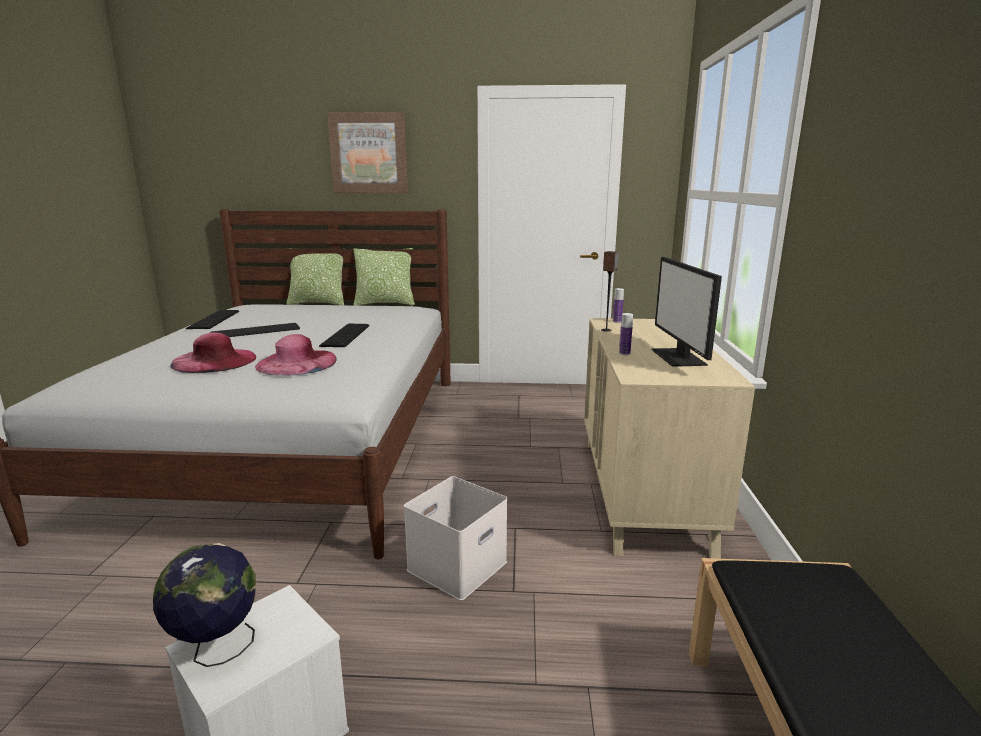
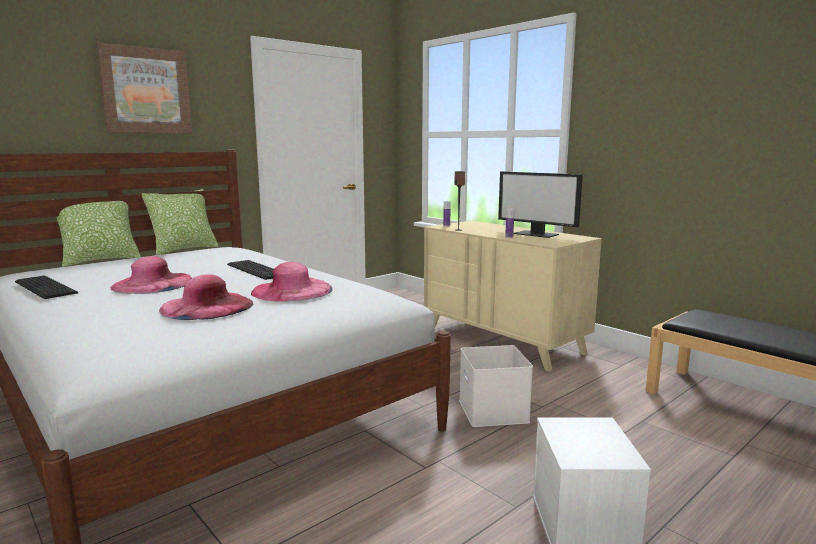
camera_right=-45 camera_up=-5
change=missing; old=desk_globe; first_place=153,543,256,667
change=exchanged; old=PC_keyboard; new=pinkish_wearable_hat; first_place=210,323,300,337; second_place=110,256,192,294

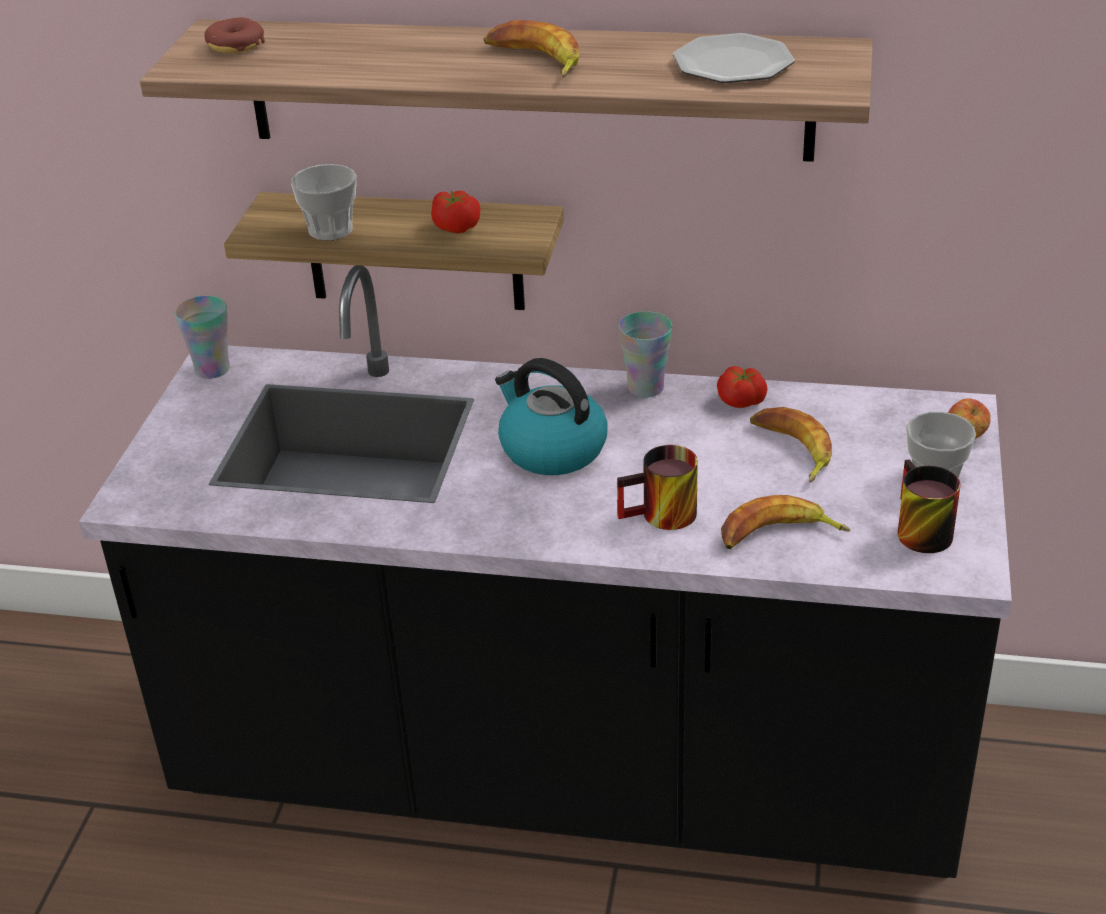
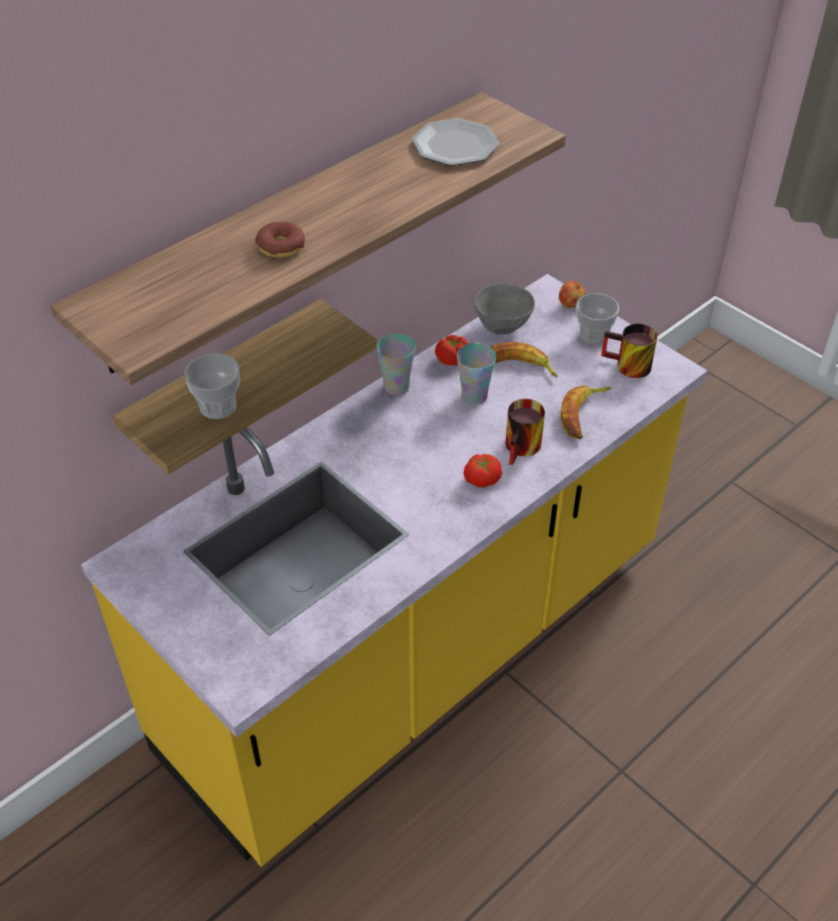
camera_right=-55 camera_up=10
change=colour; old=blackish_counter; new=yellowish_counter; first_place=79,265,1012,878; second_place=81,274,708,867
change=relocated; old=small_cup; first_place=174,296,230,379; second_place=457,343,496,405
change=relocated; old=doughnut; first_place=204,17,265,54; second_place=255,221,305,258
change=relocated; old=whole_tomato; first_place=431,190,481,233; second_place=464,454,502,487
change=missing; old=banana_fruit; first_place=483,20,580,77
change=missing; old=tea_kettle; first_place=495,358,608,475
change=appeared; new=grey_bowl; second_place=474,284,535,335

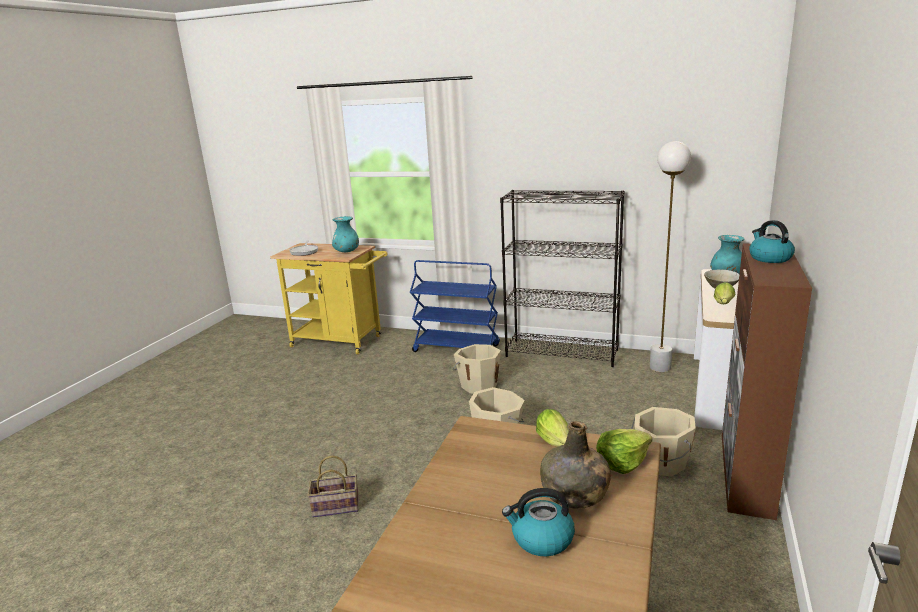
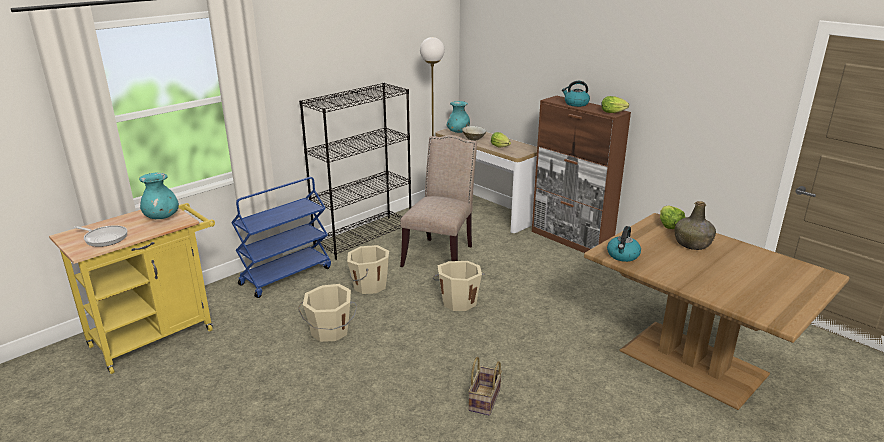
camera_right=-65 camera_up=5
change=relocated; old=tea_kettle; first_place=502,488,575,557; second_place=607,226,641,262
change=relocated; old=head_of_lettuce; first_place=536,409,569,447; second_place=601,96,629,113
change=relocated; old=beige_pail; first_place=631,407,696,476; second_place=298,284,357,342
change=appeared; new=beige_plain_chair; second_place=400,135,477,267

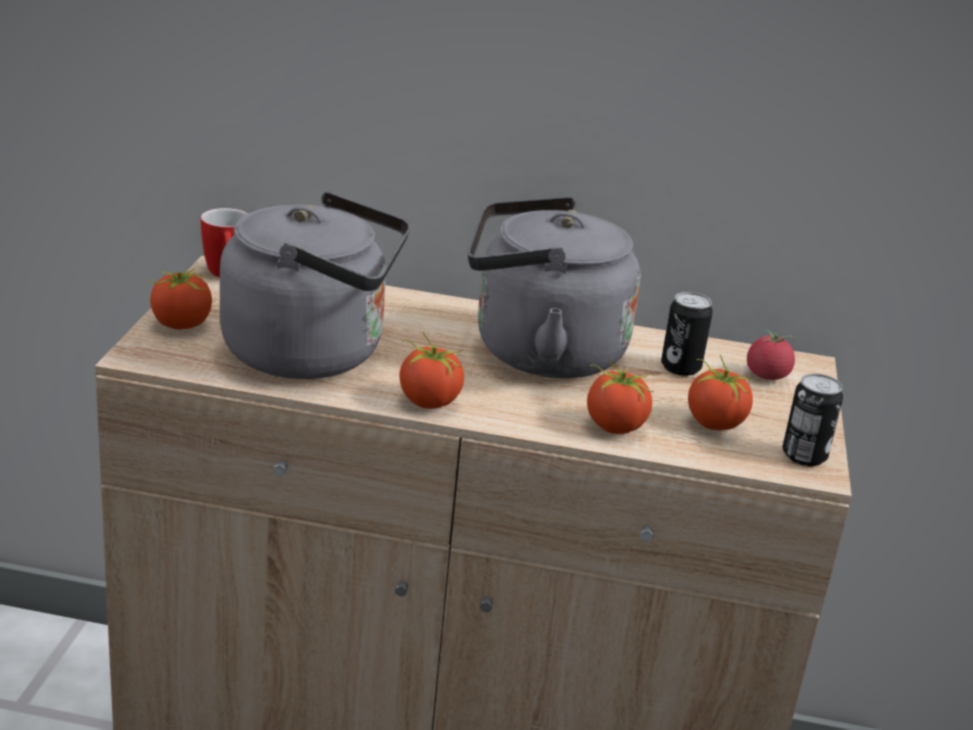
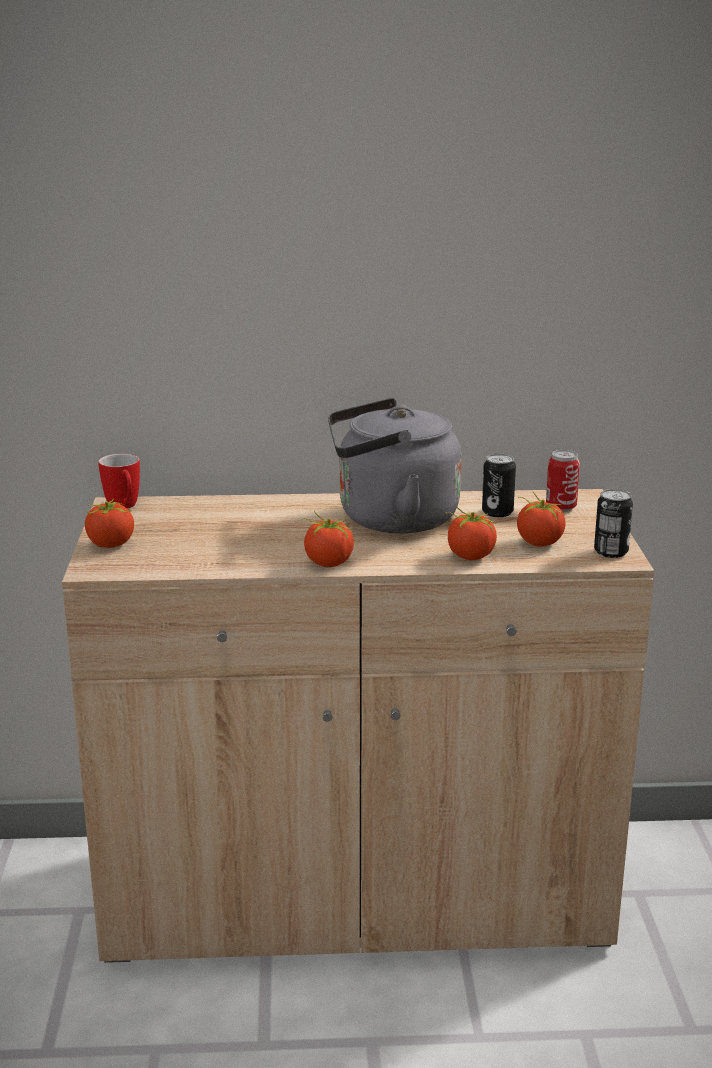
camera_right=-10 camera_up=-5
change=missing; old=grey_tea_kettle; first_place=220,192,410,379
change=exchanged; old=whole_tomato; new=sealed_can; first_place=747,330,795,380; second_place=546,450,580,512

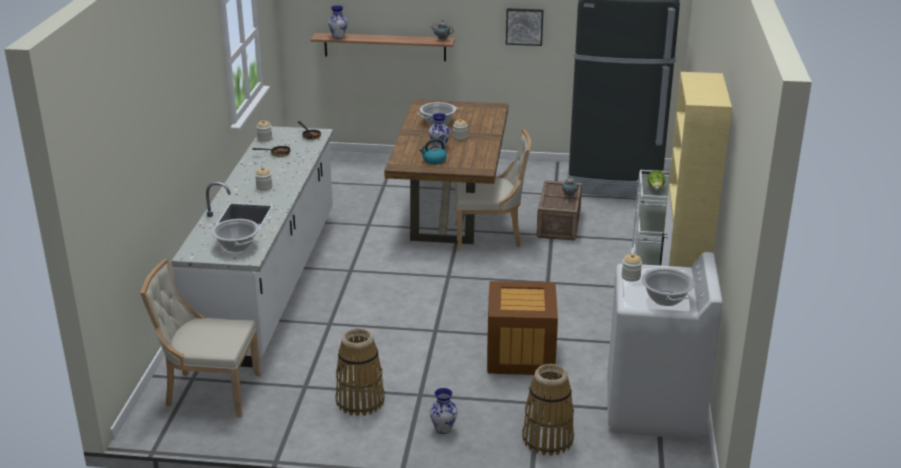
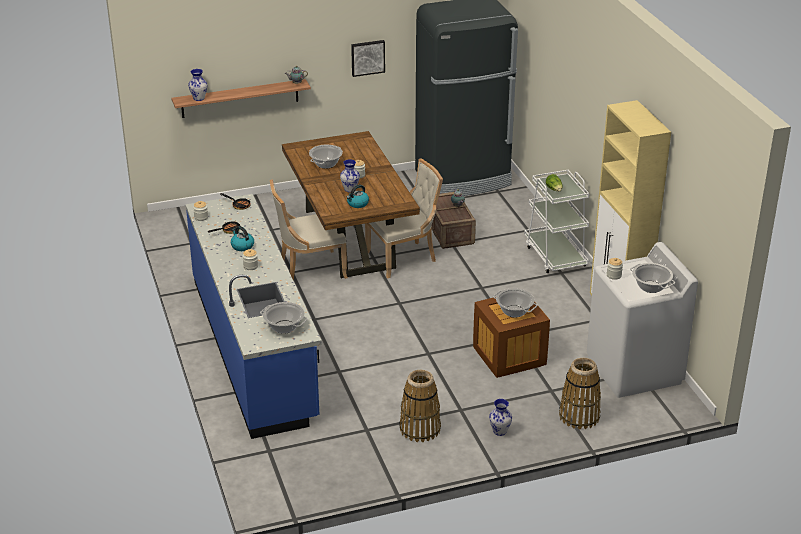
camera_right=-25 camera_up=5
change=relocated; old=beige_plain_chair; first_place=140,259,262,418; second_place=270,179,348,281
change=colour; old=white_counter; new=bluish_counter; first_place=171,126,334,367; second_place=186,194,322,439
change=appeared; new=tea_kettle; second_place=231,226,254,251
change=appeared; new=cooking_pot; second_place=493,288,537,318

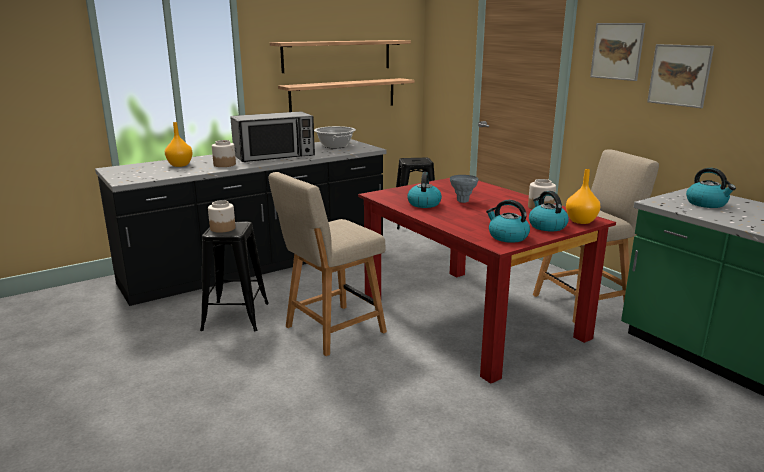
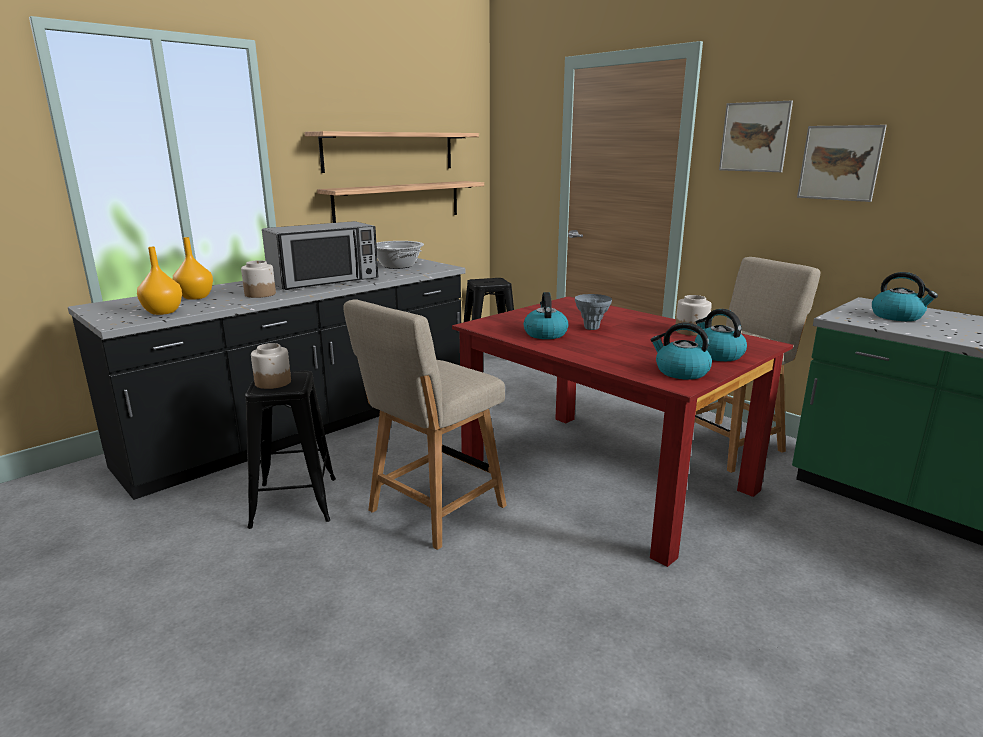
camera_right=-10 camera_up=0
change=relocated; old=orange-coloured_vase; first_place=566,169,600,224; second_place=137,247,182,315

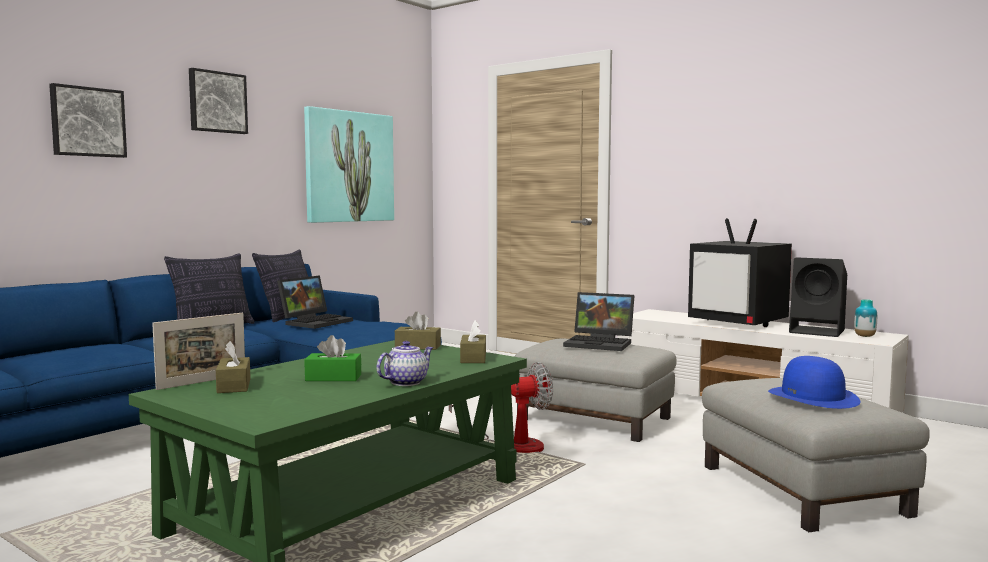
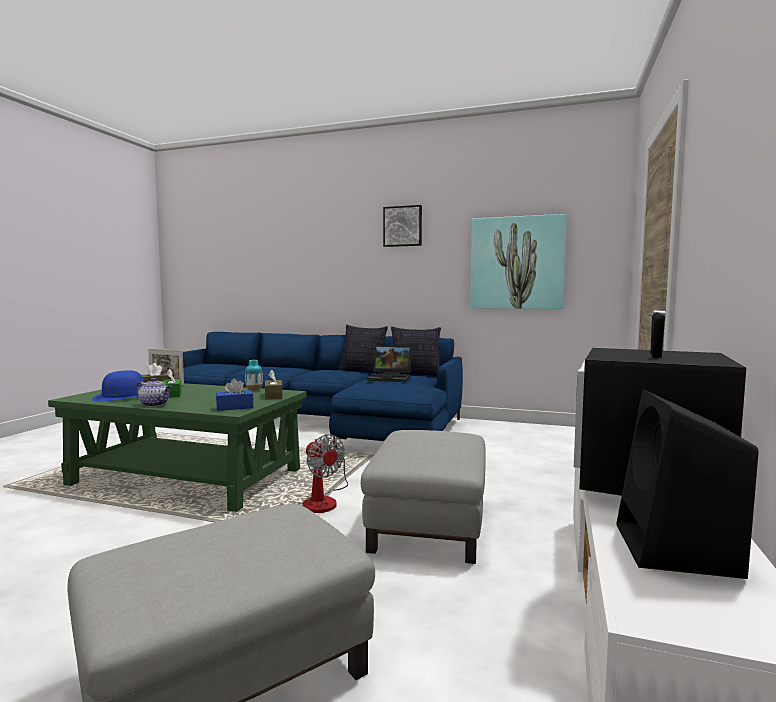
camera_right=70 camera_up=0
change=missing; old=wall_picture; first_place=49,83,127,158
change=colour; old=brown_tissue_box; new=bluish_tissue_box; first_place=460,320,486,363; second_place=216,379,254,411
change=missing; old=notebook_computer; first_place=563,292,634,351
change=relocated; old=bluish_wearable_hat; first_place=768,356,860,409; second_place=92,370,144,402
change=relocated; old=vase; first_place=854,299,877,337; second_place=245,360,263,391

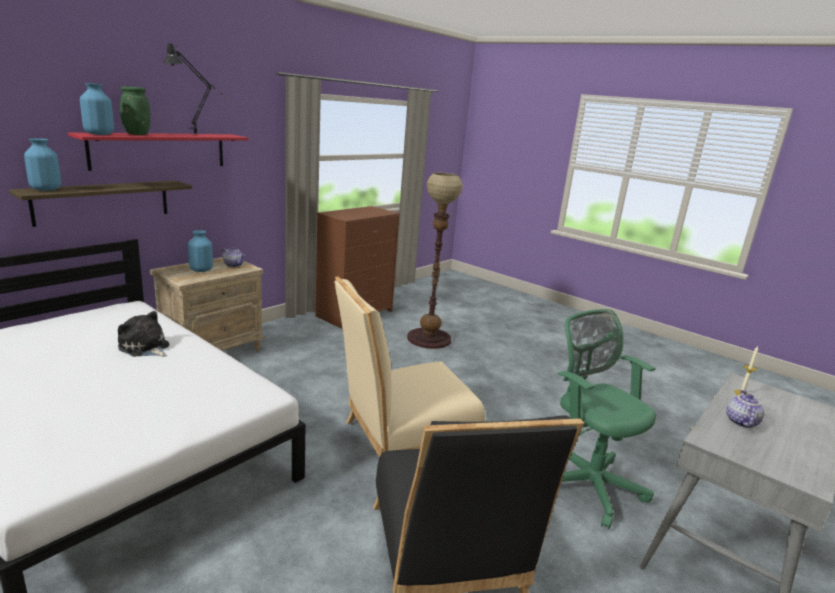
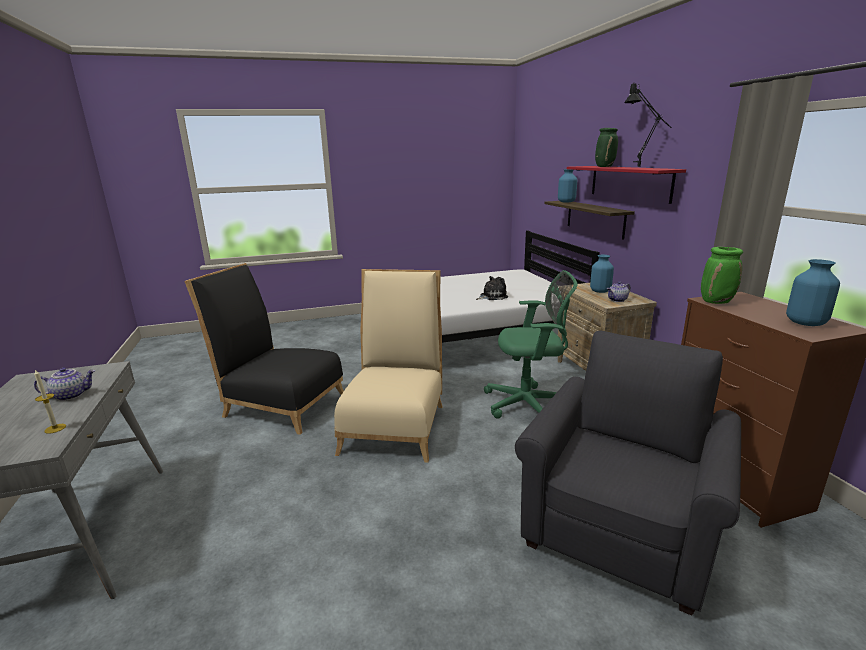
camera_right=125 camera_up=0
change=relocated; old=bluish_vase; first_place=80,83,114,135; second_place=786,259,840,326
change=exchanged; old=standard_lamp; new=grey_armchair; first_place=407,173,463,349; second_place=515,331,741,616
change=relocated; old=greenish_computer_chair; first_place=558,309,656,529; second_place=484,270,578,419
change=spun; old=teapot; first_place=726,390,764,428; second_place=34,367,95,401; degrees=-75
change=appeared; new=greenish_vase; second_place=701,247,743,304

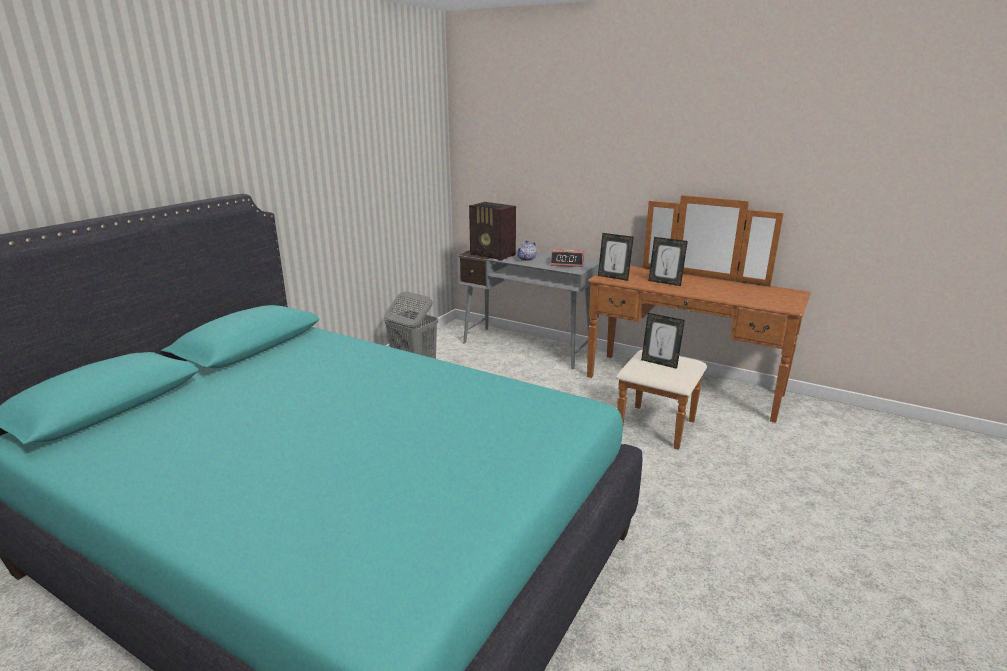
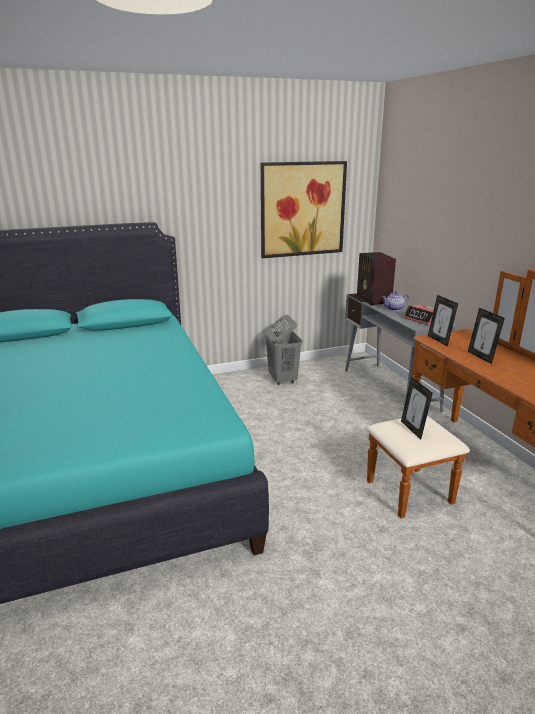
camera_right=40 camera_up=0
change=appeared; new=wall_picture; second_place=261,161,347,258

